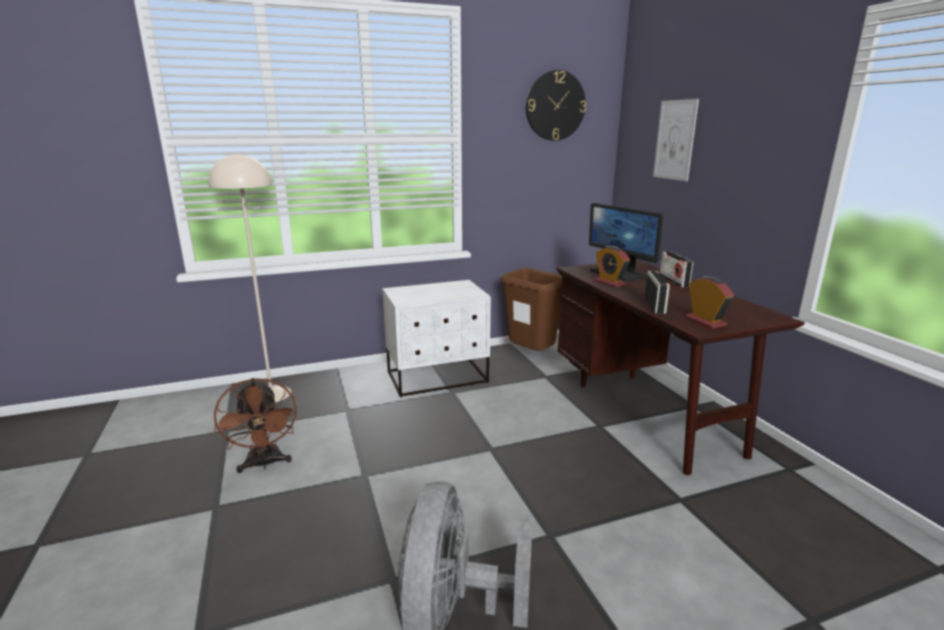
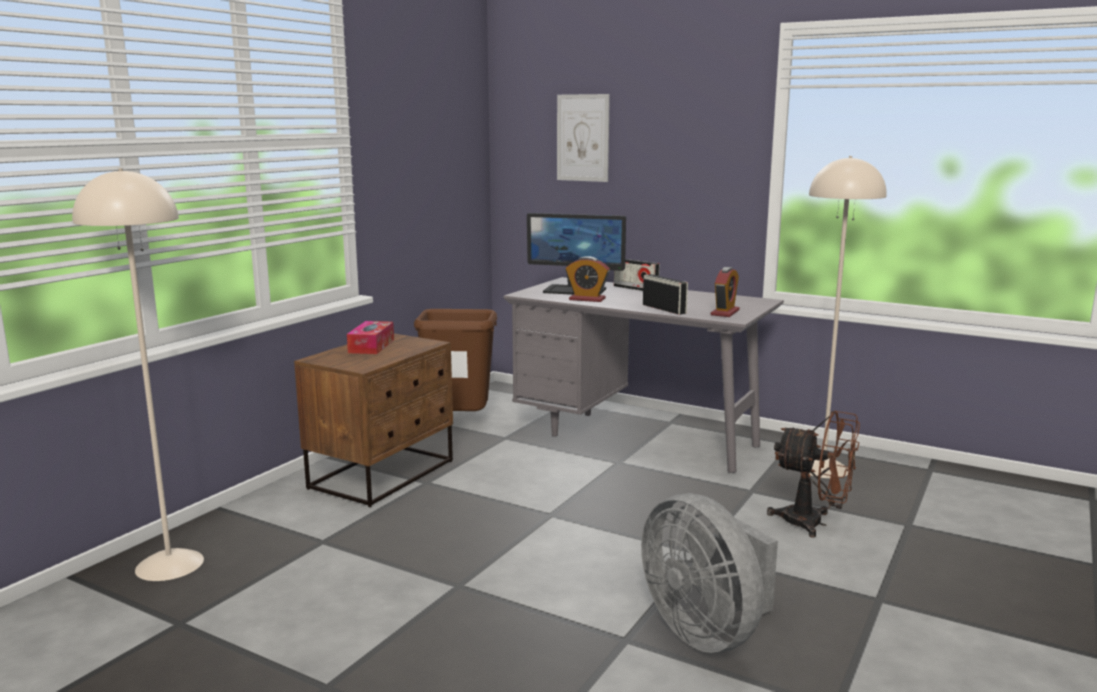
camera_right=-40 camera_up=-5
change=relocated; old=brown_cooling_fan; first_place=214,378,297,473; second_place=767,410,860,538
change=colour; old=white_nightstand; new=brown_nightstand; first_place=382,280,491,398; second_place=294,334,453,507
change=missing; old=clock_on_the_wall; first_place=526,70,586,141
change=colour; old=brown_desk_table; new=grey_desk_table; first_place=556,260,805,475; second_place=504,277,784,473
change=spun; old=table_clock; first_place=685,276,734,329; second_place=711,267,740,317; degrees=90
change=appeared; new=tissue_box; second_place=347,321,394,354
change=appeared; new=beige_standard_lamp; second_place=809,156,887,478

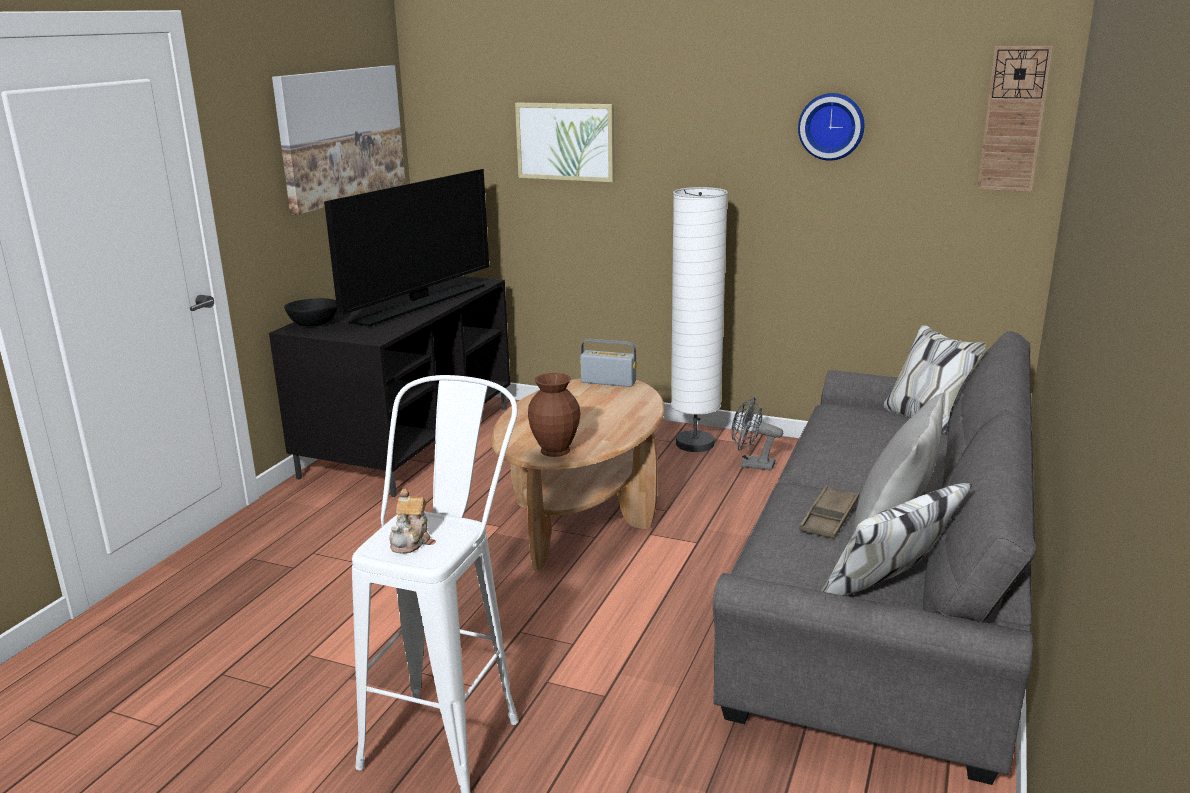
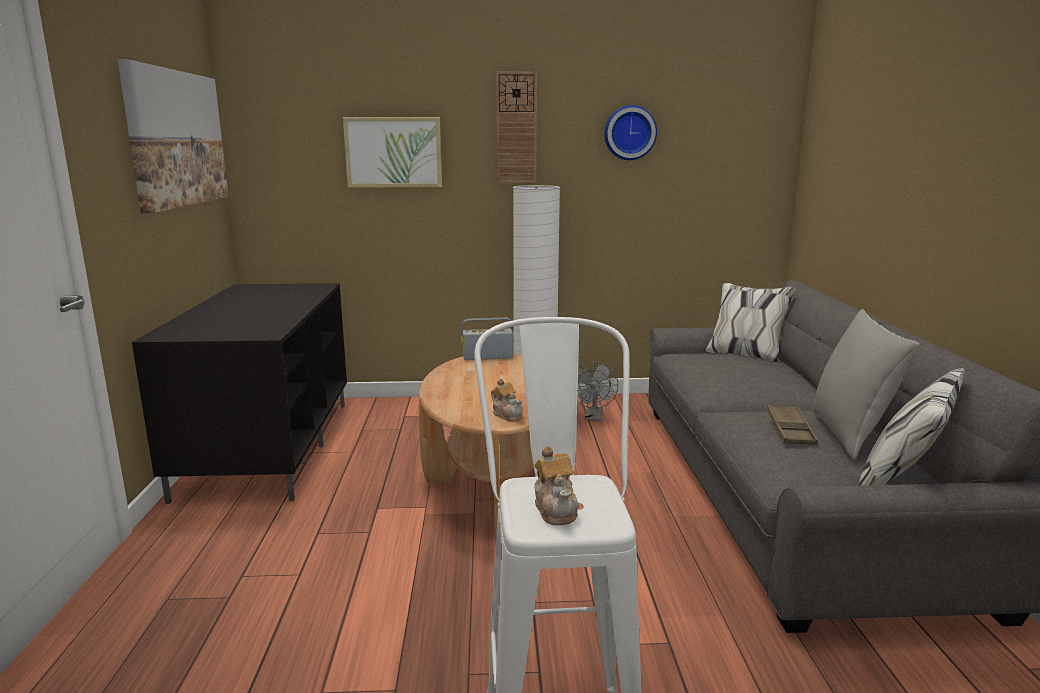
camera_right=-25 camera_up=-5
change=missing; old=blackish_bowl; first_place=284,298,338,326
change=missing; old=TV_set; first_place=324,169,489,327
change=exchanged; old=brown_vase; new=teapot; first_place=528,373,580,457; second_place=491,378,523,421
change=spun; old=grey_cooling_fan; first_place=731,397,783,471; second_place=577,361,618,421; degrees=-75
change=relocated; old=clock_on_the_wall; first_place=977,46,1053,192; second_place=496,71,537,183

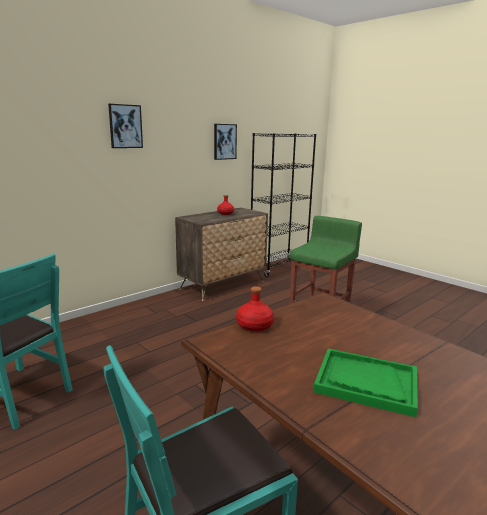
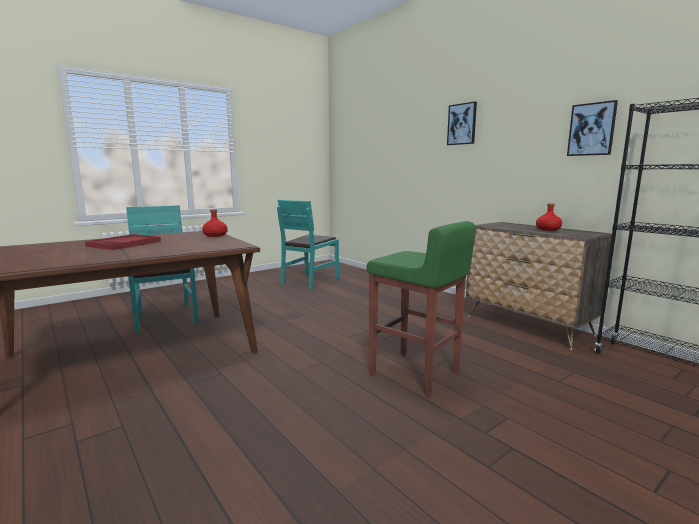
camera_right=95 camera_up=-5
change=colour; old=greenish_tray; new=reddish_tray; first_place=313,349,418,417; second_place=85,234,161,250

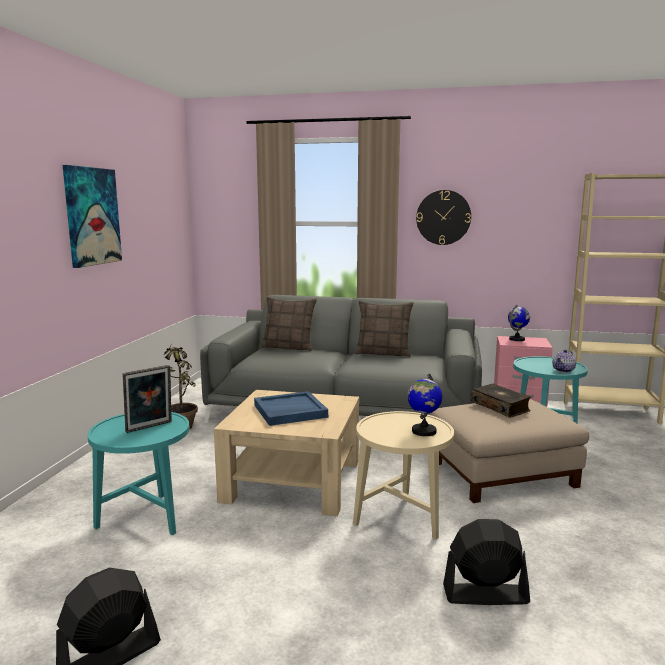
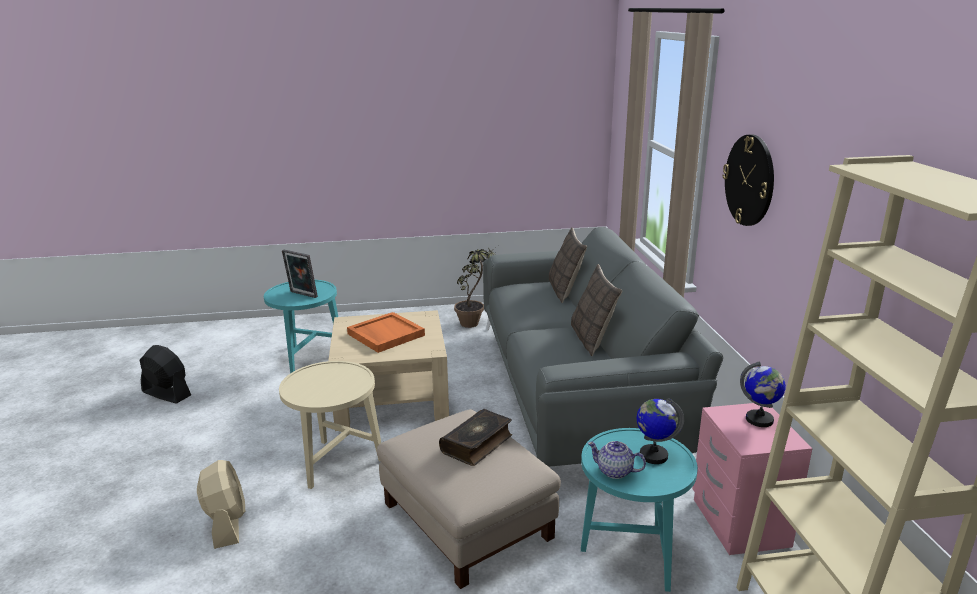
camera_right=70 camera_up=10
change=missing; old=wall_picture; first_place=63,165,122,268
change=colour; old=bluish_tray; new=orange-coloured_tray; first_place=254,391,328,426; second_place=347,312,425,353
change=relocated; old=desk_globe; first_place=407,373,442,436; second_place=637,398,684,464
change=colour; old=blackish_cooling_fan; new=beige_cooling_fan; first_place=443,519,530,605; second_place=197,460,245,549

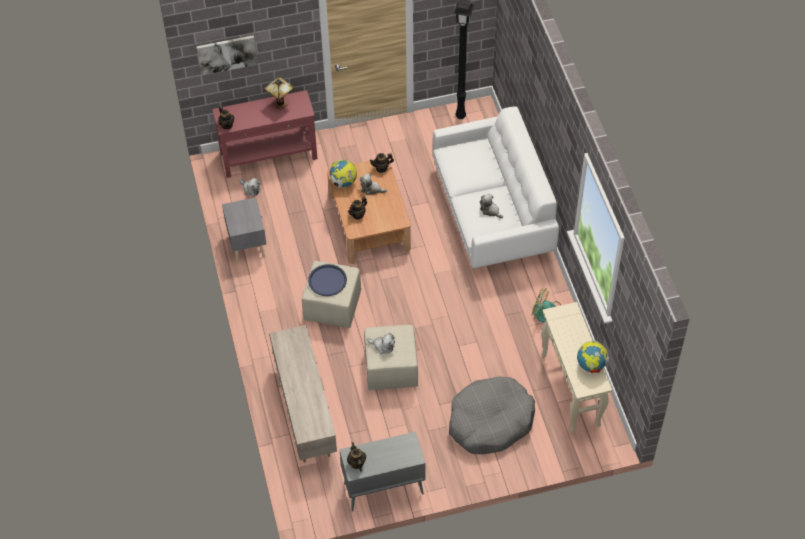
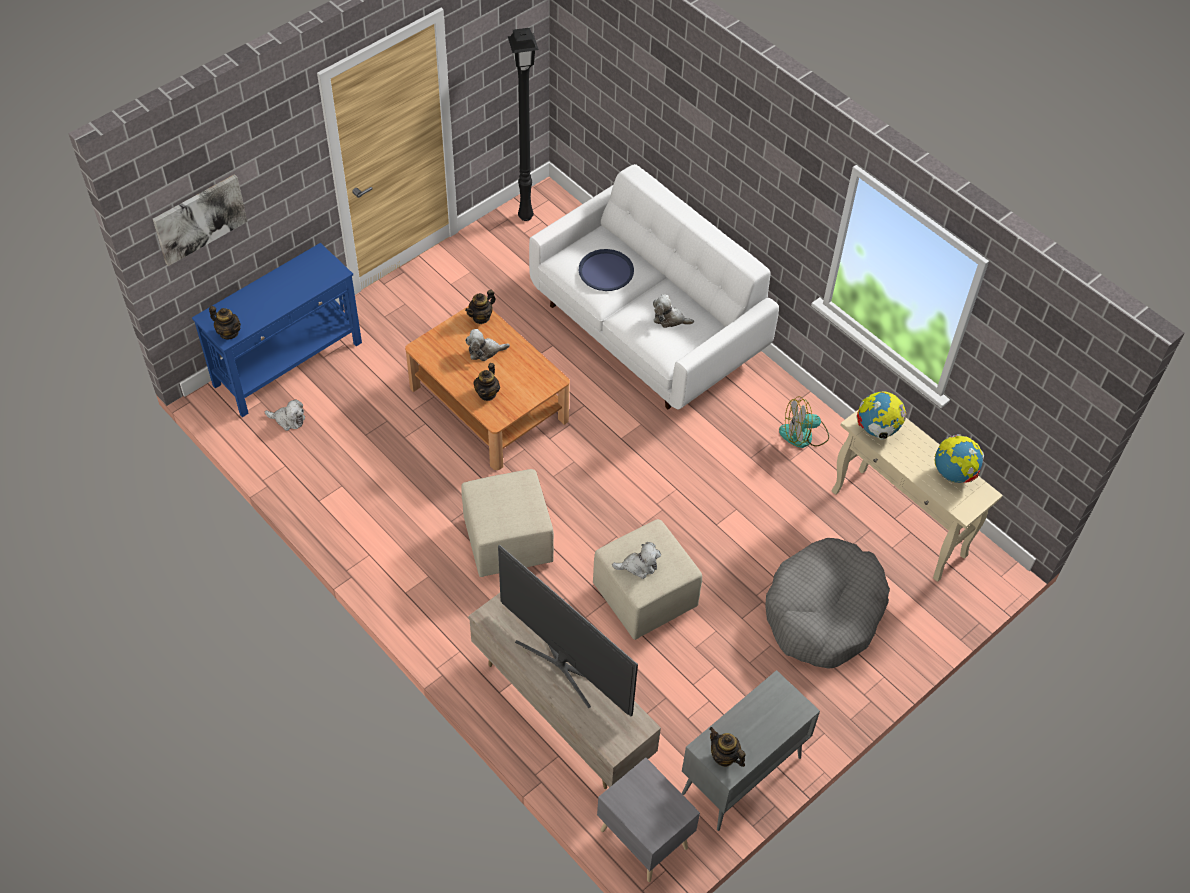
camera_right=-30 camera_up=0
change=colour; old=reddish_console_table; new=bluish_console_table; first_place=212,90,318,178; second_place=192,243,362,417
change=relocated; old=grey_nightstand; first_place=222,197,266,263; second_place=597,757,700,882
change=missing; old=lamp_for_a_table; first_place=264,76,294,110
change=relocated; old=bluish_tray; first_place=308,264,347,296; second_place=579,249,634,291
change=relocated; old=desk_globe; first_place=329,160,357,188; second_place=856,392,907,440
change=appeared; new=TV_set; second_place=498,545,638,716

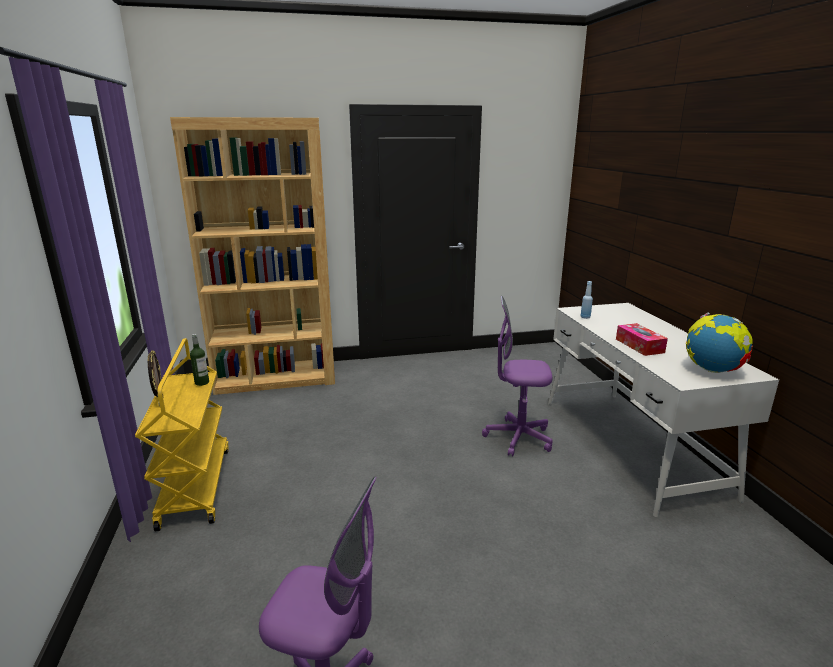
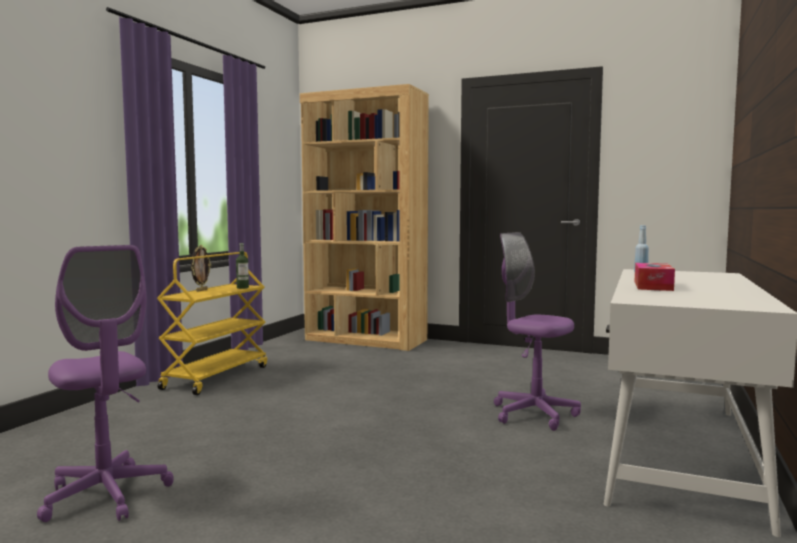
camera_right=35 camera_up=-15
change=missing; old=desk_globe; first_place=686,313,753,373

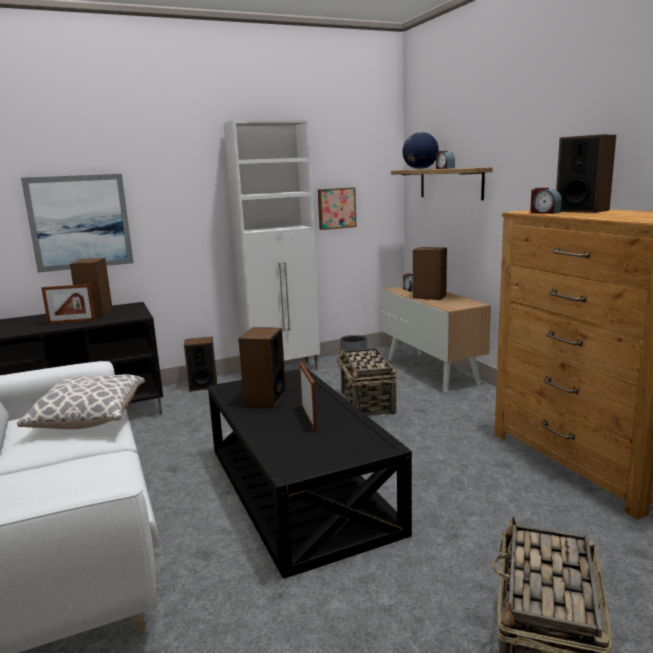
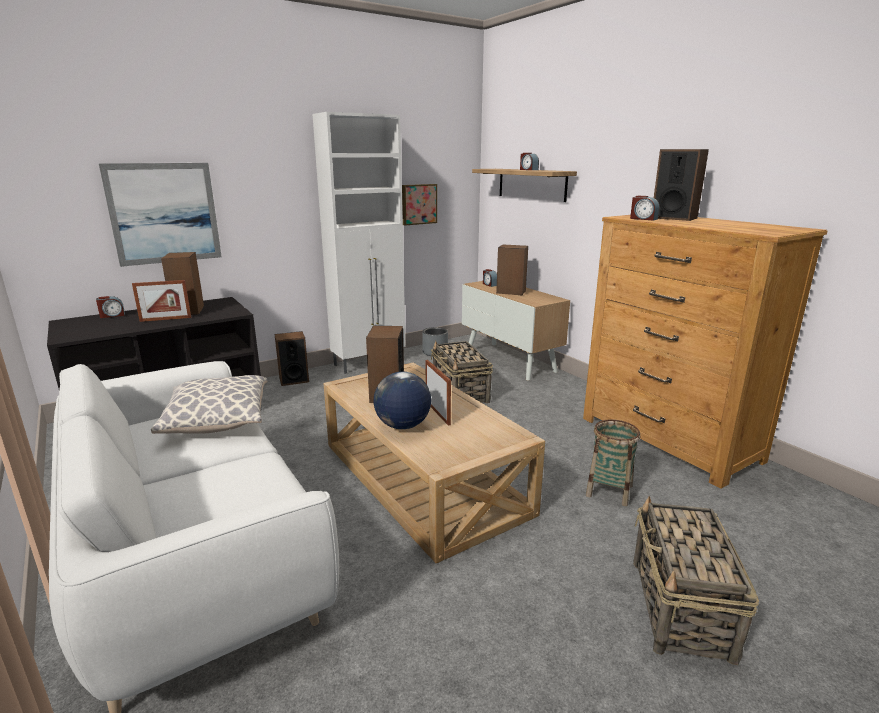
camera_right=-10 camera_up=5
change=colour; old=blackish_lounge_table; new=beige_lounge_table; first_place=208,368,412,579; second_place=324,363,545,563
change=relocated; old=desk_globe; first_place=402,132,439,169; second_place=374,372,431,429
change=appeared; new=table_clock; second_place=96,296,125,318
change=appeared; new=basket; second_place=586,419,640,506

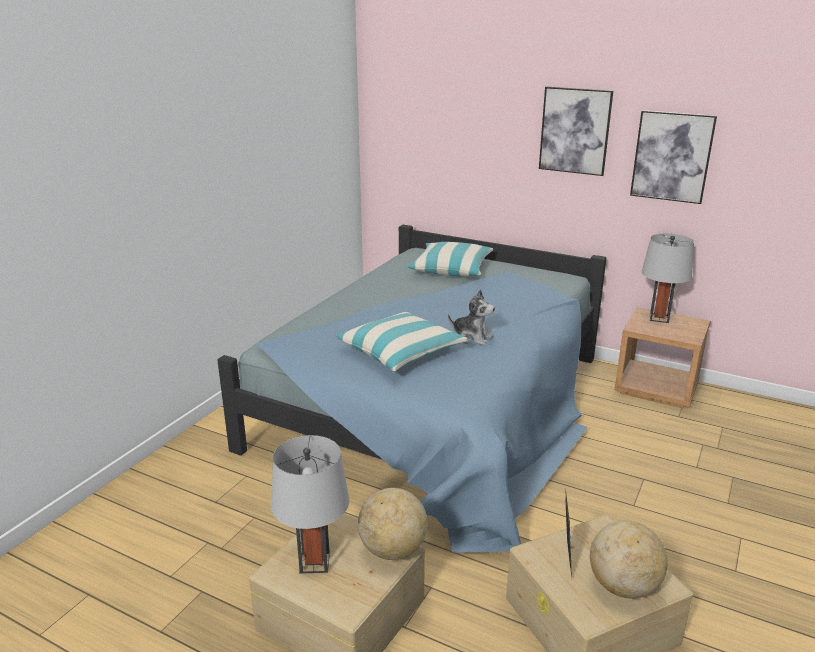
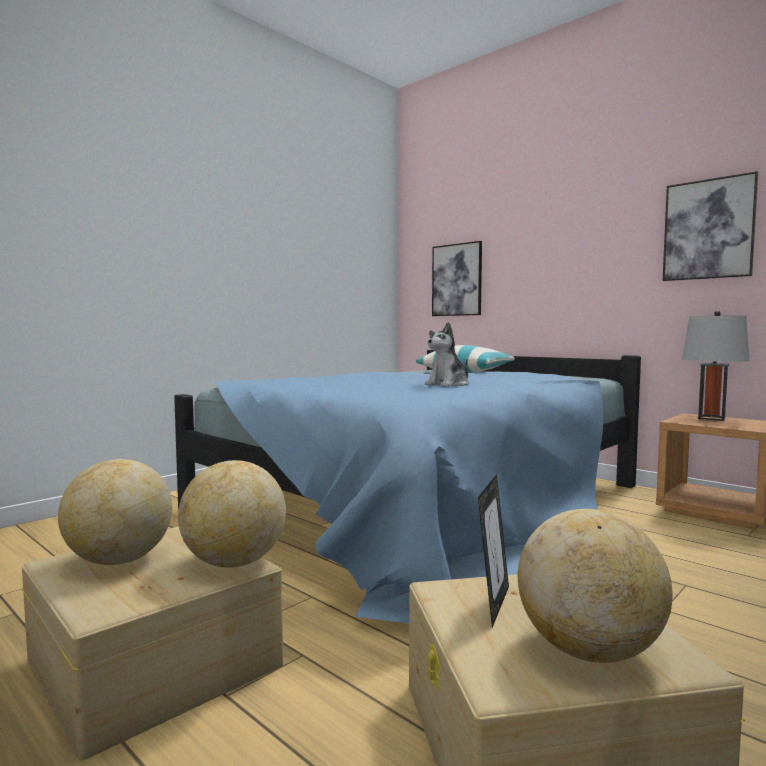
camera_right=15 camera_up=-20
change=exchanged; old=grey_lamp_for_a_table; new=desk_globe; first_place=271,435,350,573; second_place=58,459,172,565
change=missing; old=pillow; first_place=337,310,467,372
change=spun; old=plush_toy; first_place=448,290,495,345; second_place=425,322,469,387; degrees=90
change=relocated; old=wall_picture; first_place=539,87,613,176; second_place=432,241,482,316

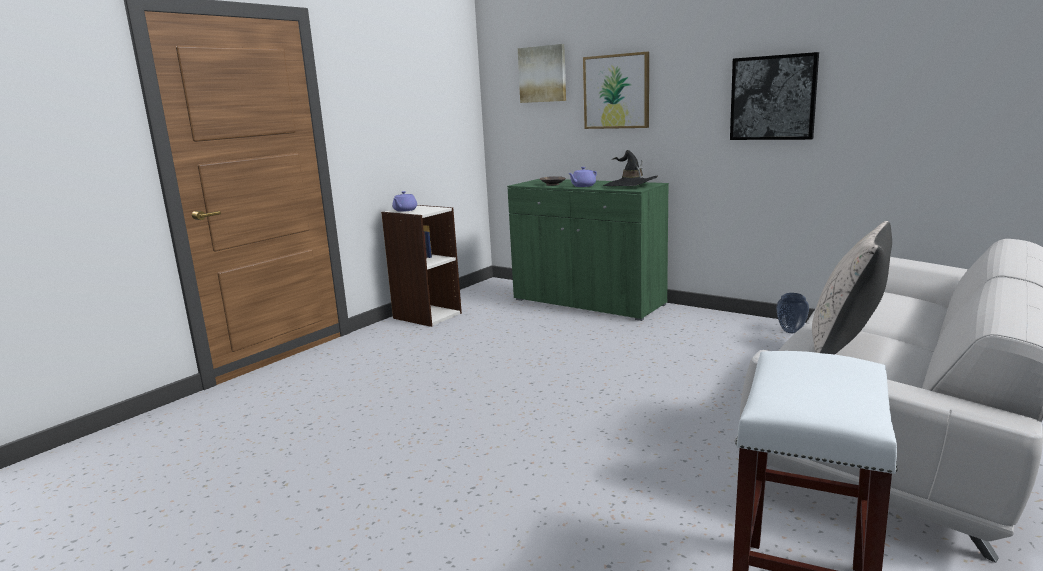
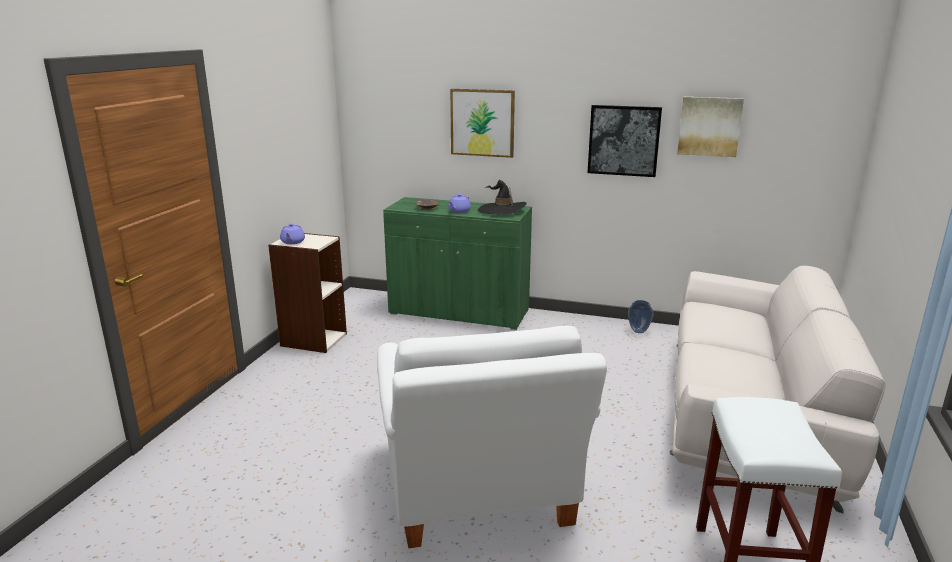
camera_right=-20 camera_up=5
change=relocated; old=wall_picture; first_place=518,44,566,103; second_place=677,97,744,157
change=missing; old=beige_pillow; first_place=812,221,892,355
change=appeared; new=white_armchair; second_place=377,326,607,548

